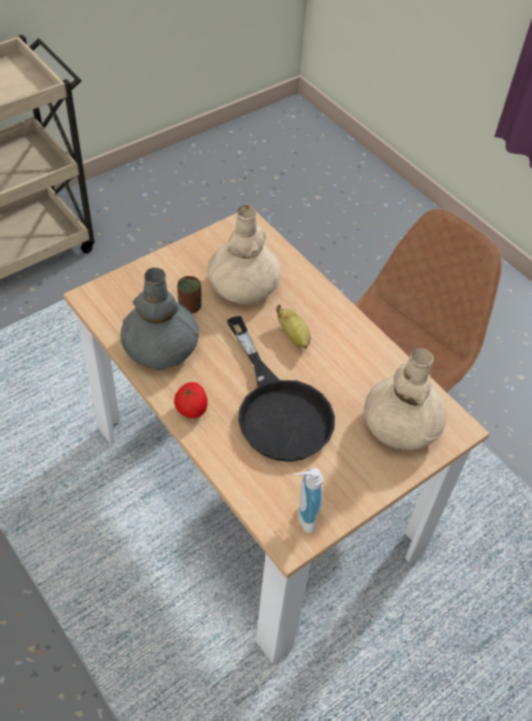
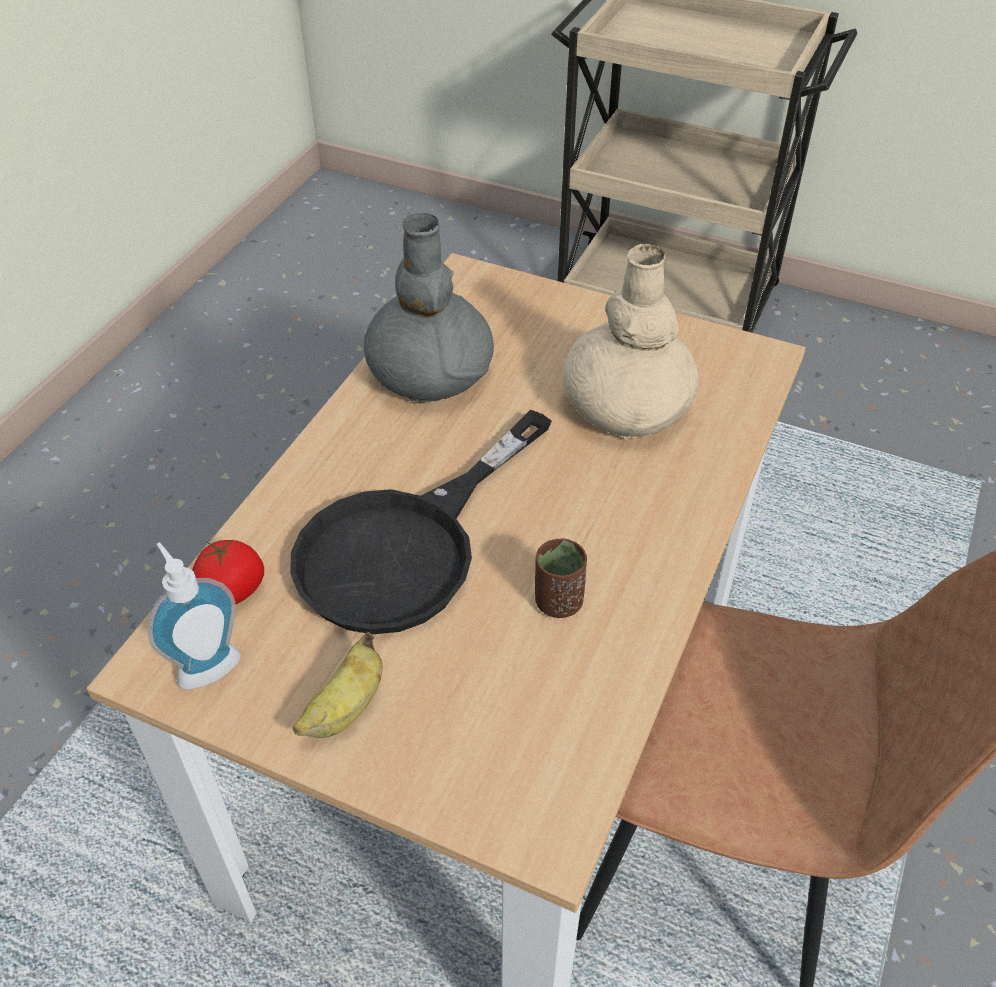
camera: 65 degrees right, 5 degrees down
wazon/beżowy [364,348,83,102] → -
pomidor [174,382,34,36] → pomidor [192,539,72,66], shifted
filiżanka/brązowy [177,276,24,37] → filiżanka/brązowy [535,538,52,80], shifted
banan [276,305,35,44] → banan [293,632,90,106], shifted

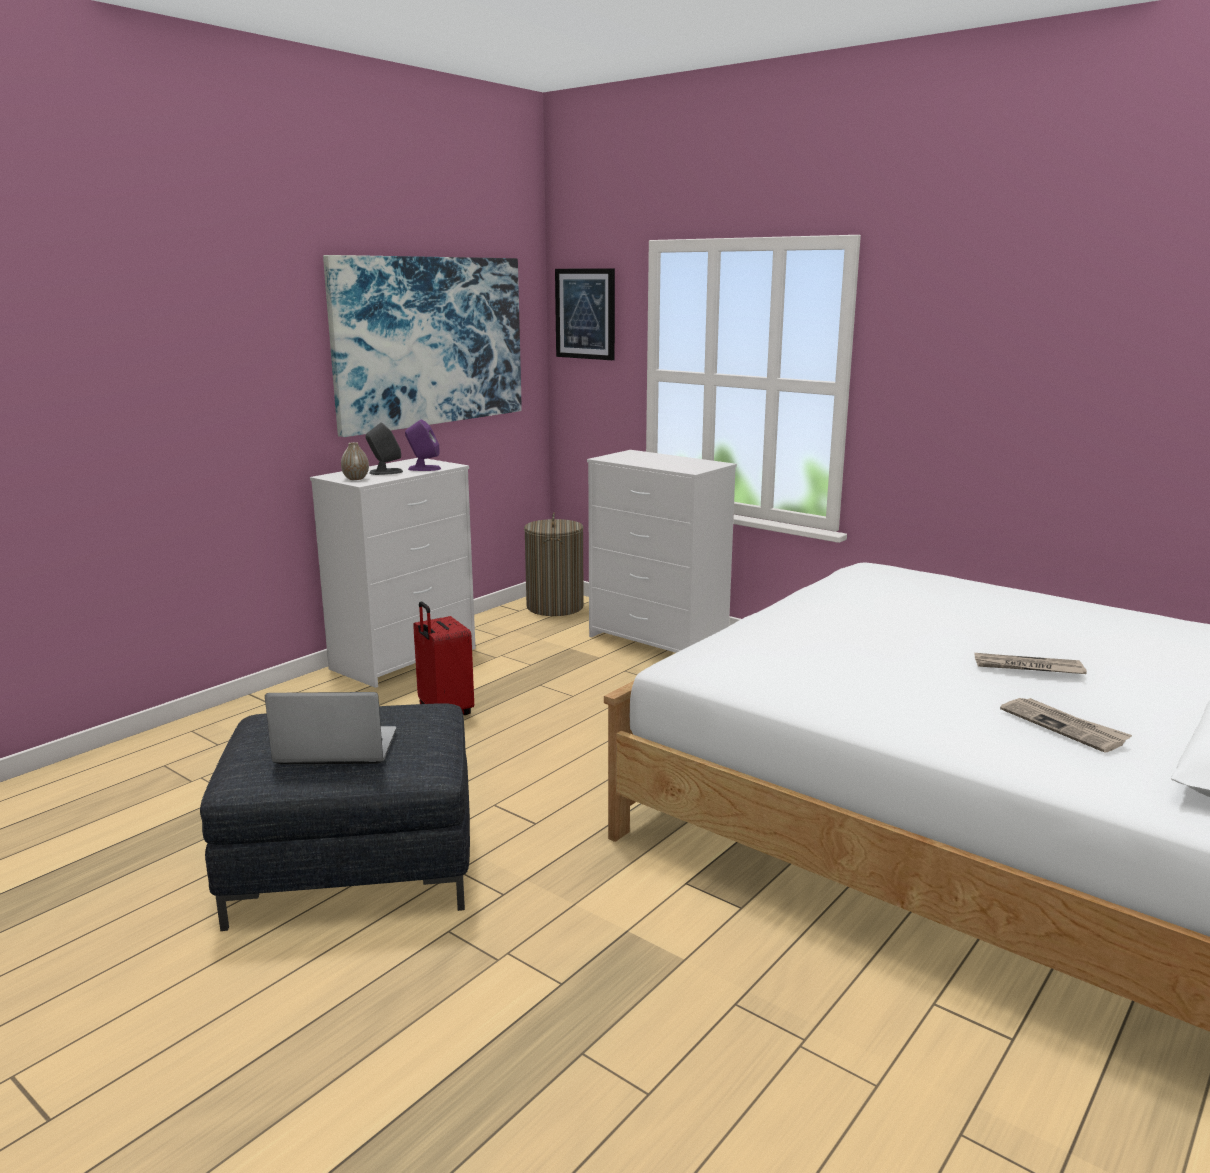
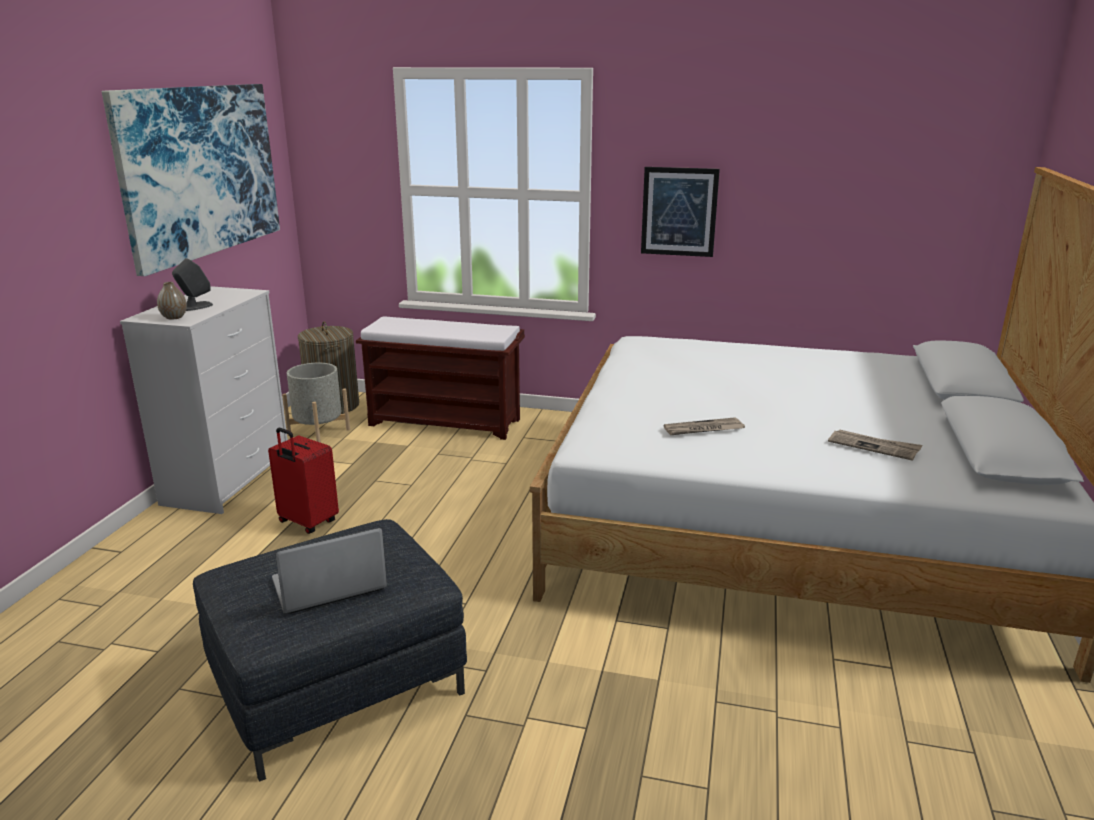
camera: 25 degrees left, 5 degrees up
głośnik/fioletowy [405,419,36,52] → -
- → donica/szary [282,363,68,80]
obraz [555,268,60,92] → obraz [641,167,79,90], shifted
gazeta [975,653,112,21] → gazeta [664,417,81,18], shifted
komoda/biały [587,450,150,203] → ławka/brązowy [356,316,169,124]

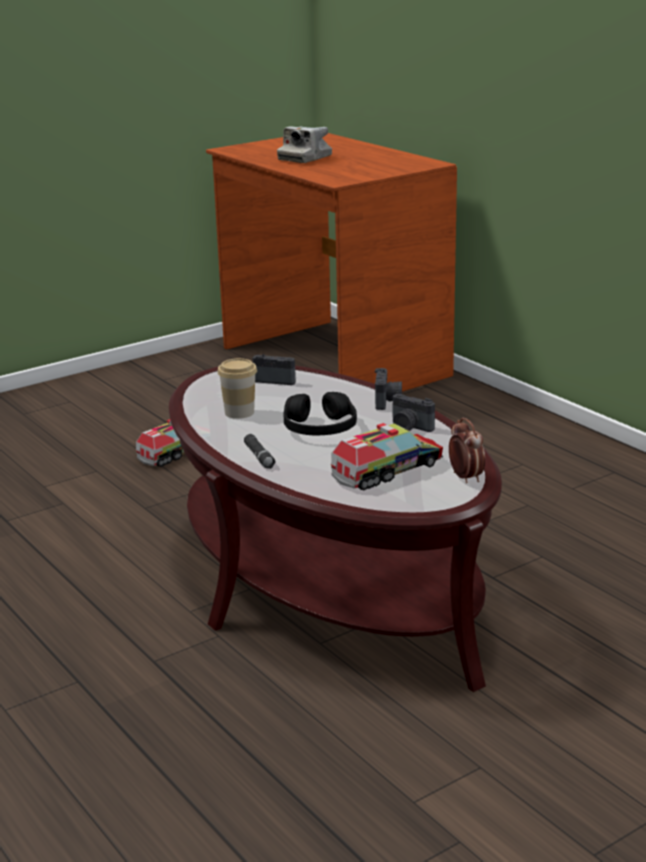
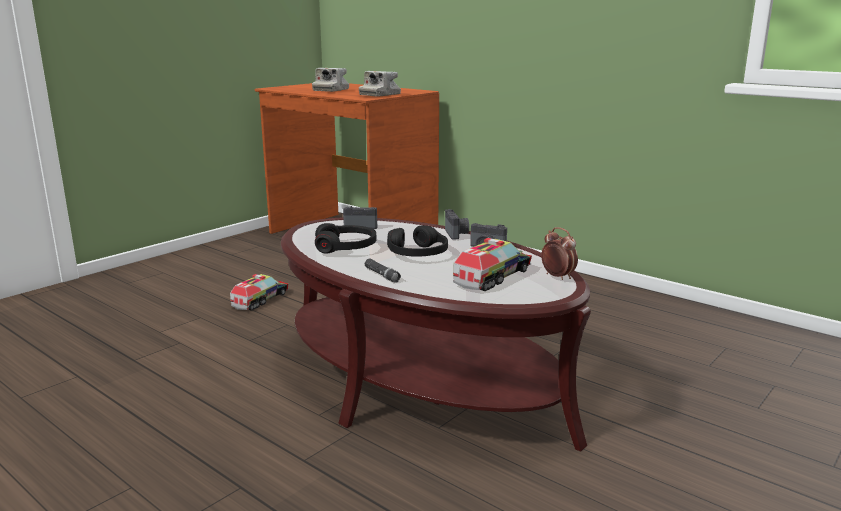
camera: 15 degrees left, 5 degrees down
- → aparat fotograficzny [359,71,42,26]
filiżanka [217,358,40,61] → słuchawki/czarny [315,223,61,31]

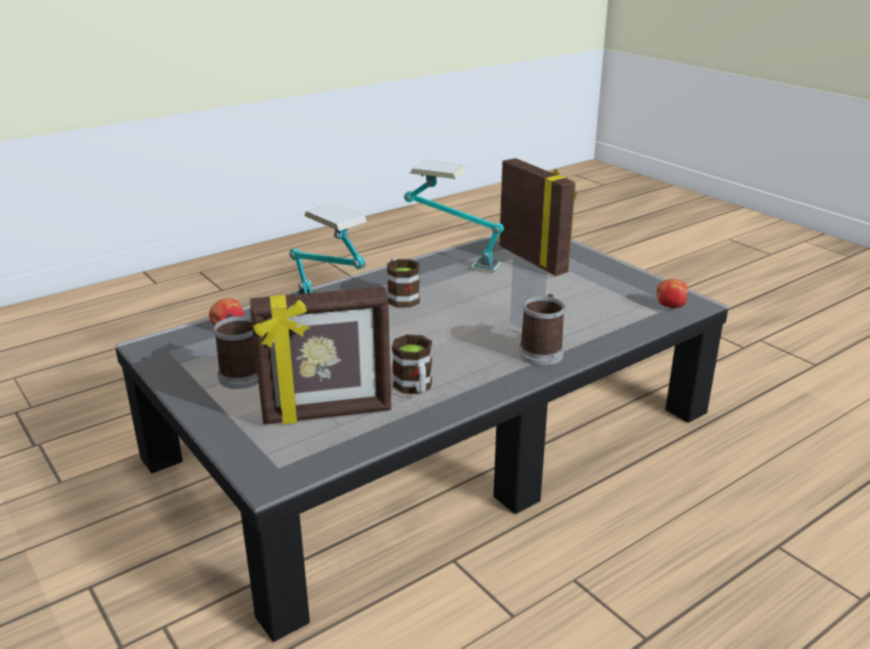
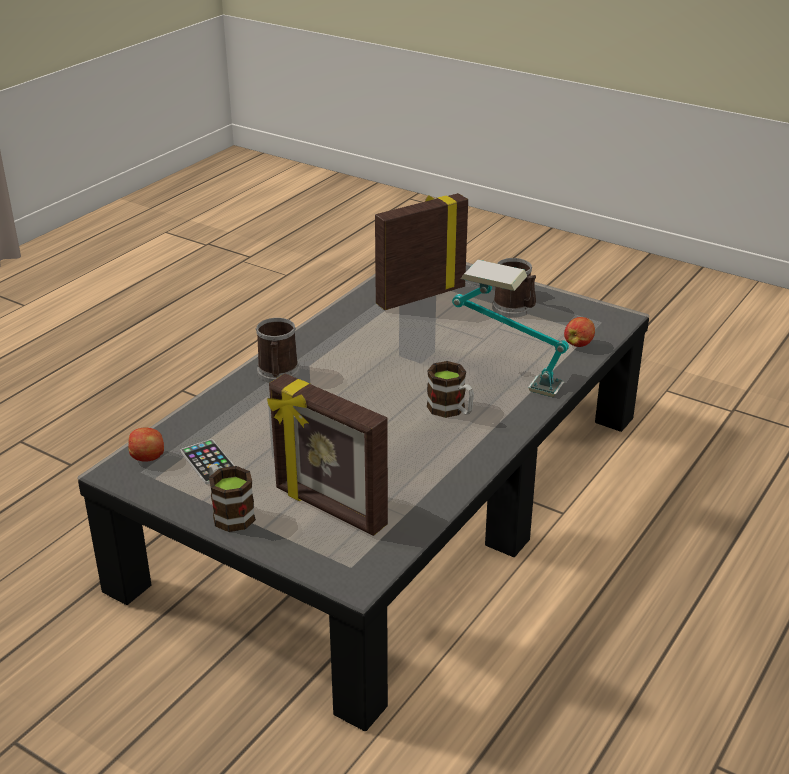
camera: 160 degrees right, 5 degrees up
lampa stołowa [404,160,100,113] → -
- → telefon [181,439,54,45]
kubek [392,335,40,59] → kubek [209,464,47,68], shifted

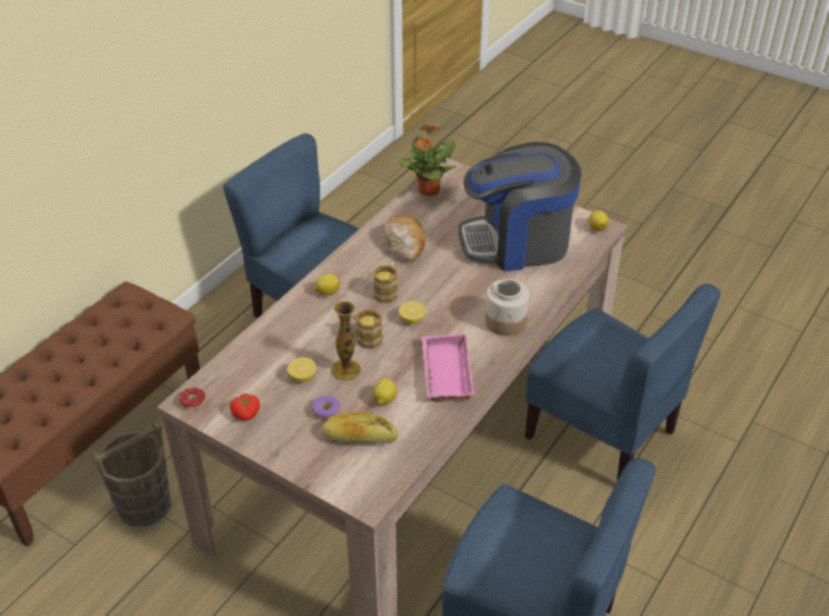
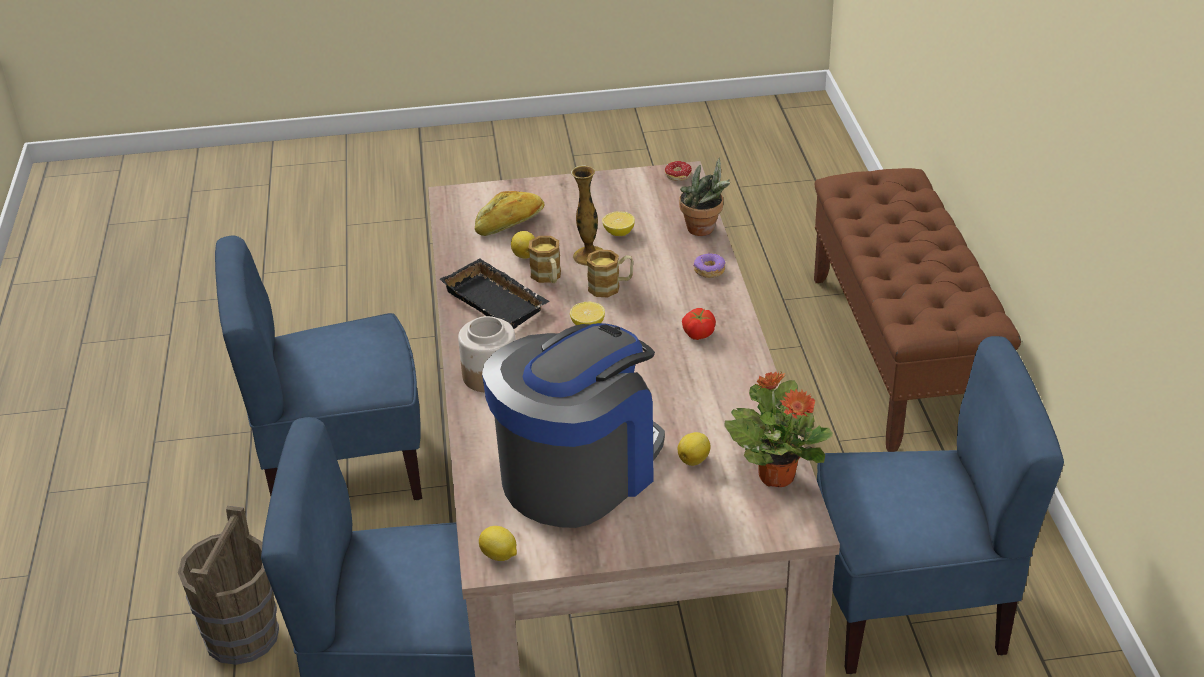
camera: 140 degrees right, 5 degrees down
chleb [381,215,44,47] → -
- → roślina doniczkowa [679,158,51,78]
wiadro/brązowy [91,419,80,107] → wiadro/brązowy [178,506,101,159], shifted
pomidor [230,394,30,26] → pomidor [682,308,34,32], shifted
donut [312,395,28,26] → donut [693,252,33,26], shifted
cytryna [314,274,26,22] → cytryna [678,432,32,34], shifted
kubek [373,262,25,41] → kubek [529,236,32,47], shifted
taca/różowy [422,334,52,68] → taca/czarny [439,258,111,71]

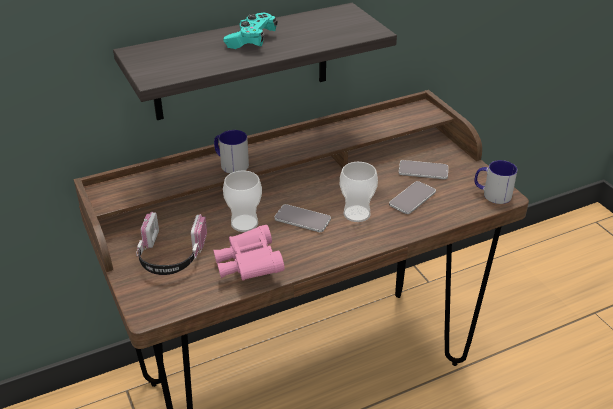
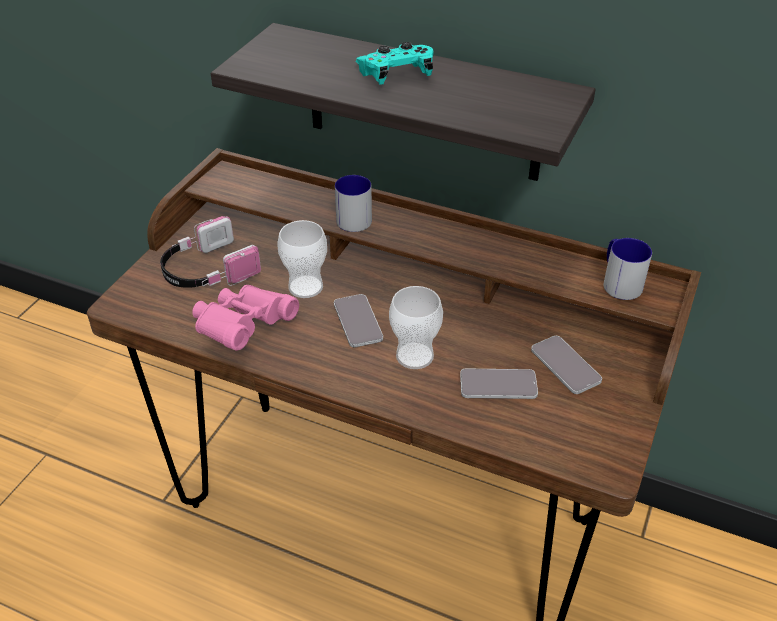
camera: 50 degrees right, 5 degrees up
kubek [474,160,43,44] → kubek [603,238,49,62], shifted

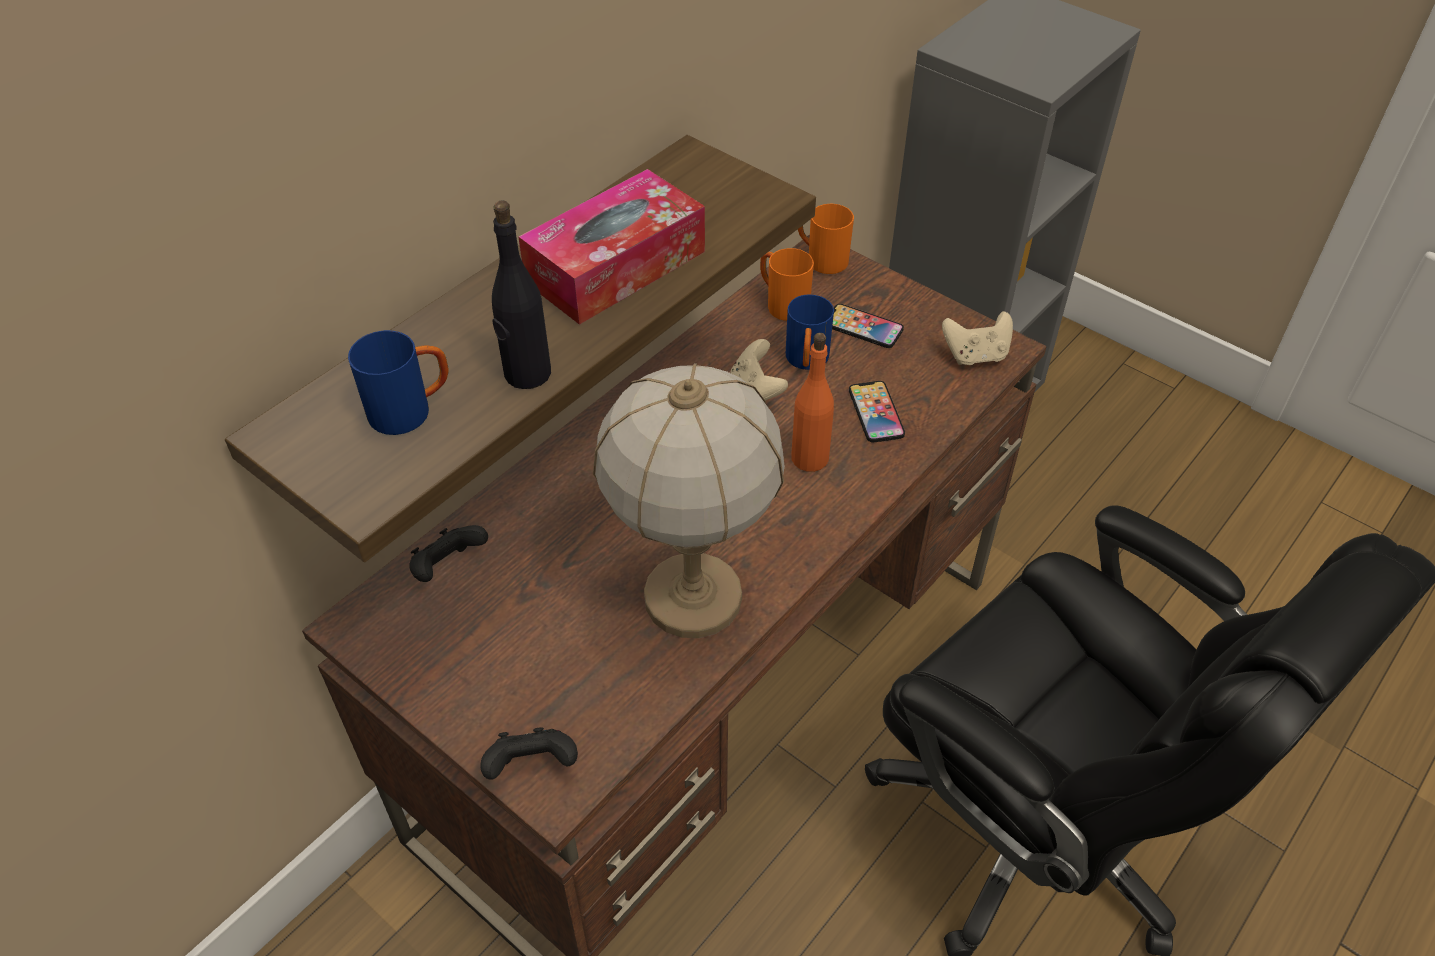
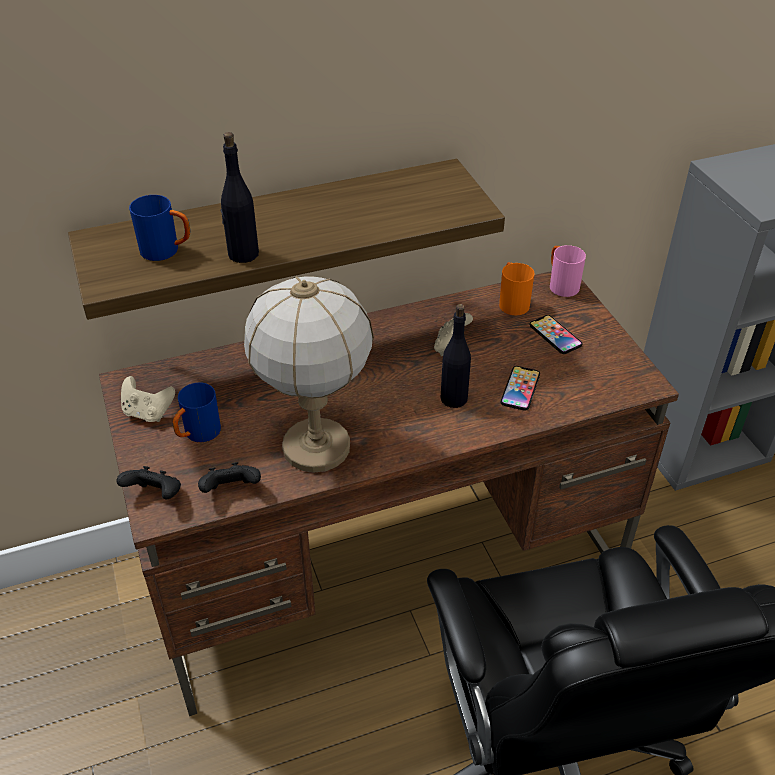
camera: 30 degrees right, 5 degrees down
pudełko chusteczek [518,169,187,156] → -
pad do gier/czarny [409,525,79,57] → pad do gier/czarny [198,462,63,31], shifted
kubek/niebieski [786,295,48,75] → kubek/niebieski [173,382,48,60], shifted
pad do gier/beżowy [942,311,71,54] → pad do gier/beżowy [121,376,54,46], shifted
butelka/pomarańczowy [791,333,43,139] → butelka/czarny [441,304,30,104]
kubek/pomarańczowy [798,204,56,70] → kubek/różowy [550,245,36,52]

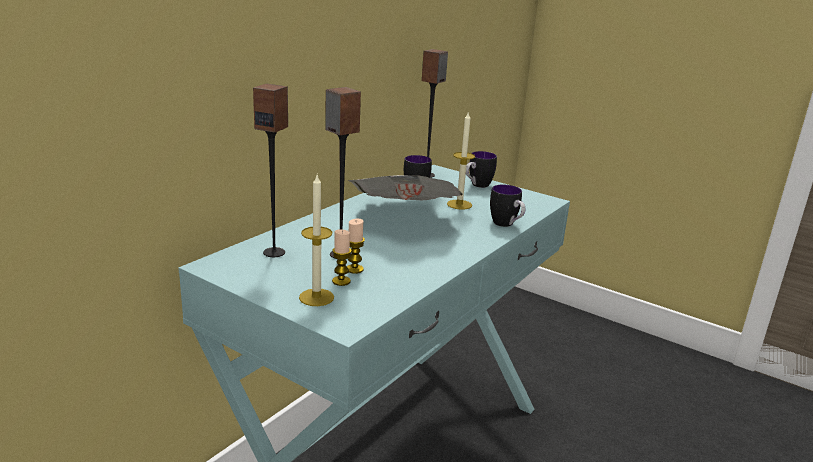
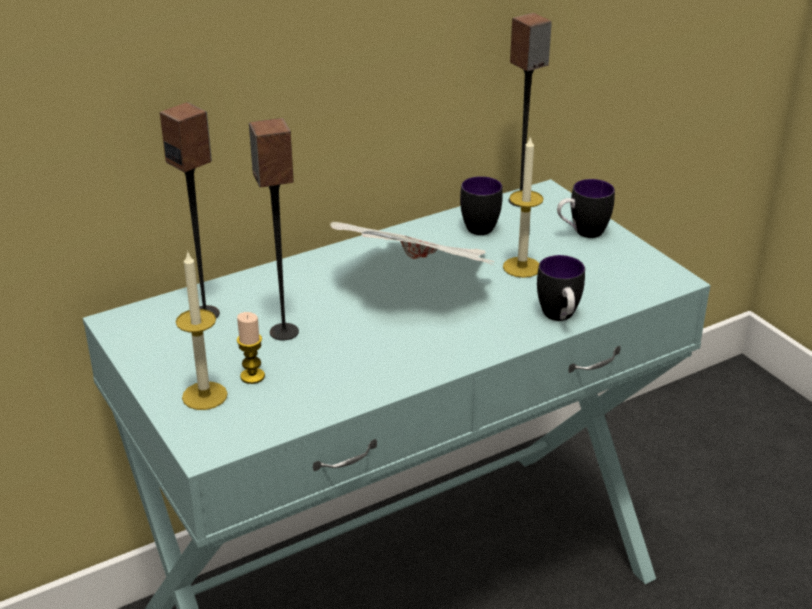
camera: 25 degrees right, 10 degrees up
świeca [347,219,18,55] → -

